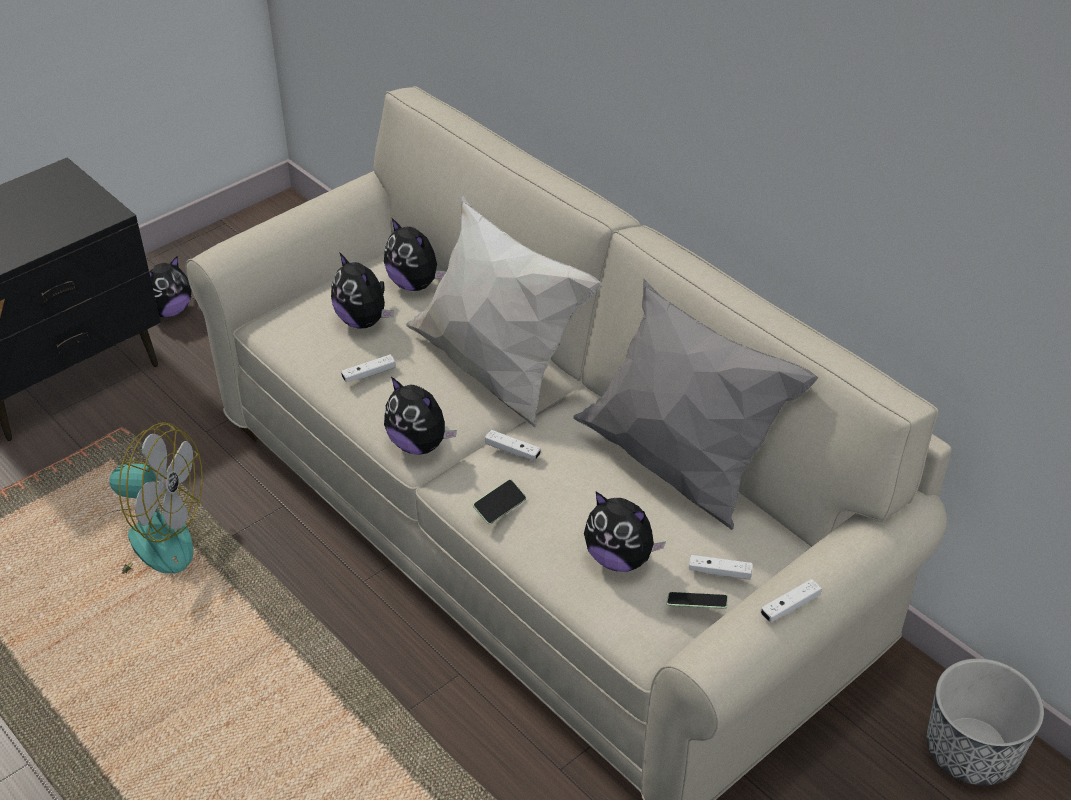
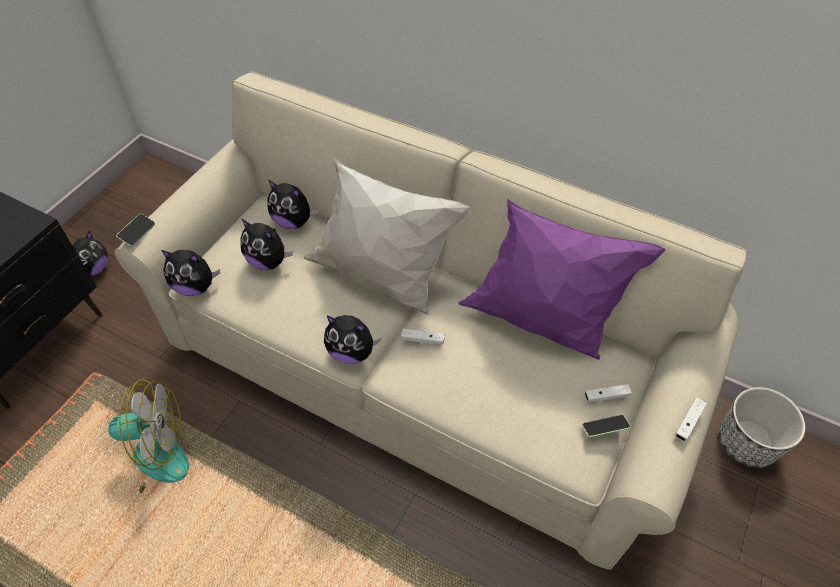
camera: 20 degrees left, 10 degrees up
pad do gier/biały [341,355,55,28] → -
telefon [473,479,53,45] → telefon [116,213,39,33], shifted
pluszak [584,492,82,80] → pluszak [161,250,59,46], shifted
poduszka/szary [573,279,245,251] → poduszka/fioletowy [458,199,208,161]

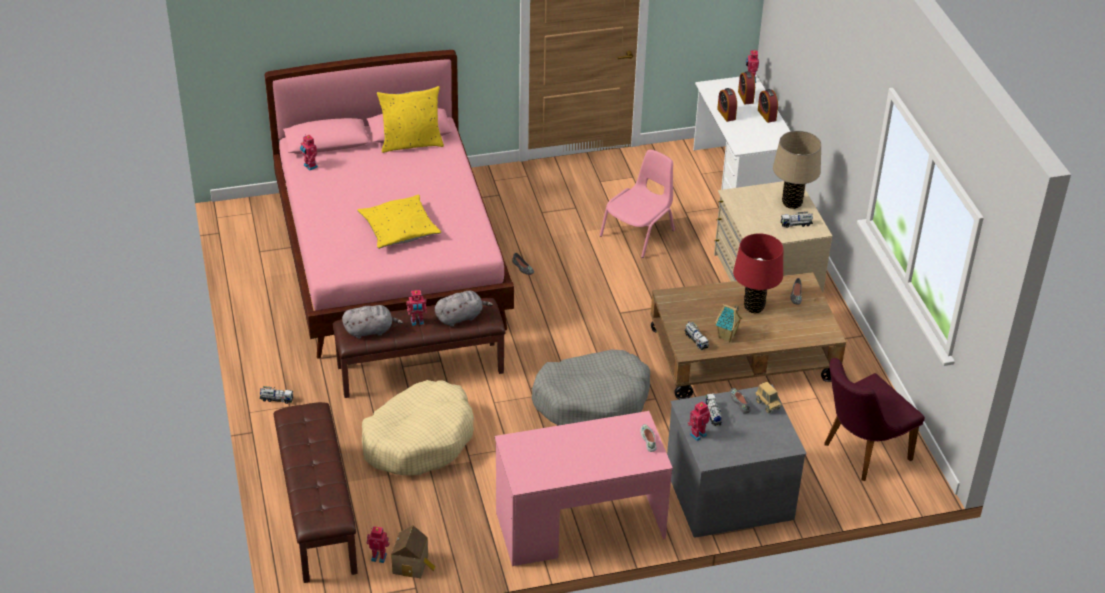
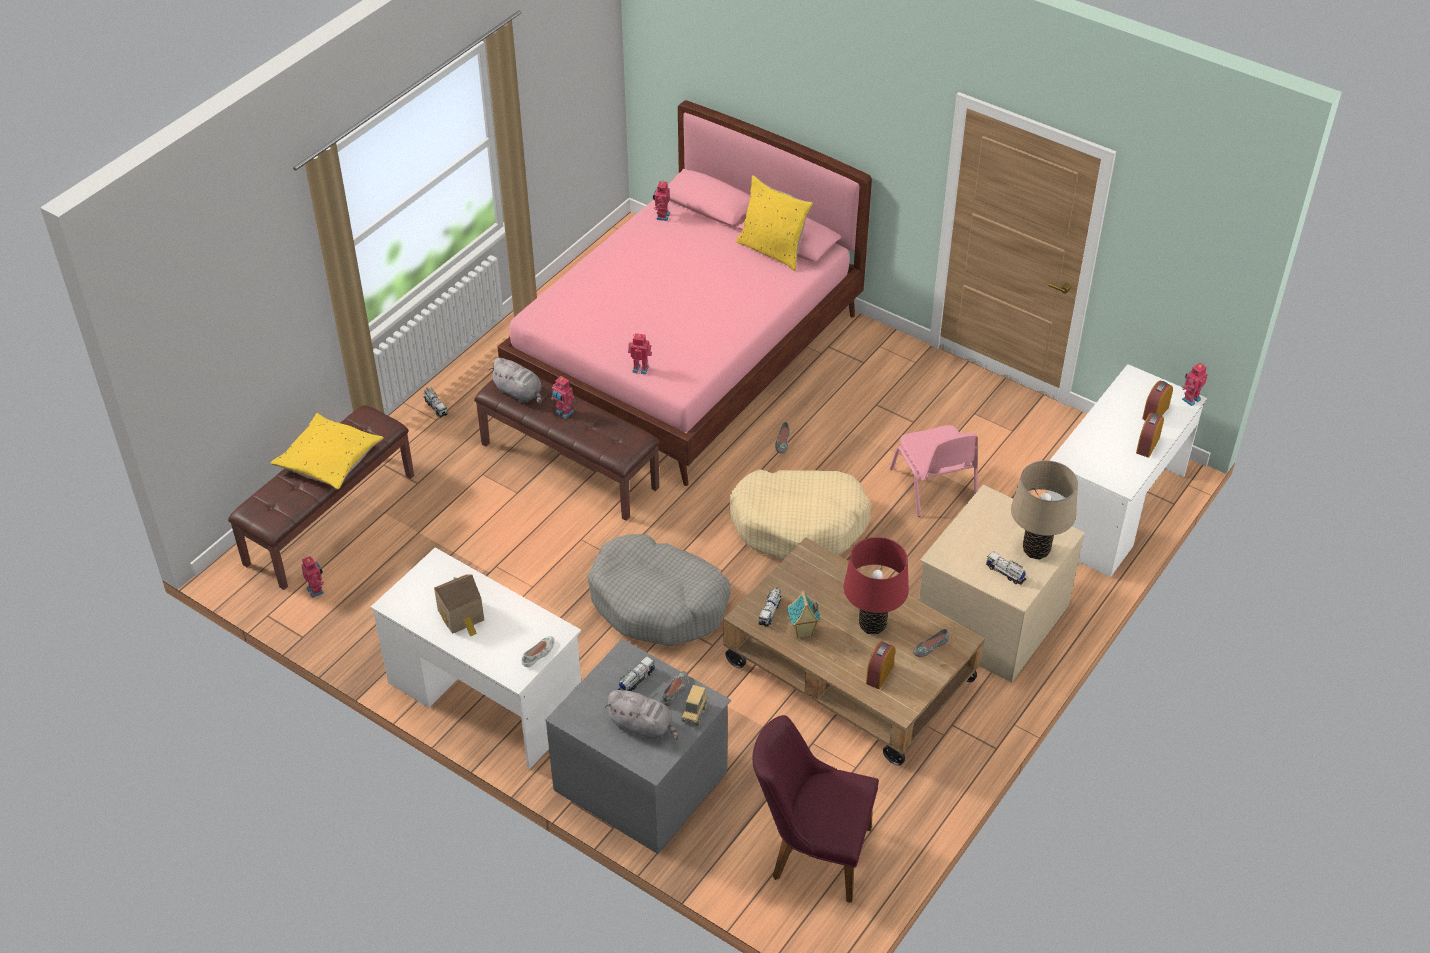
camera: 50 degrees right, 5 degrees up
poduszka/żółty [357,195,84,54] → poduszka/żółty [271,413,113,77], shifted
legowisko/beżowy [362,380,112,95] → legowisko/beżowy [729,469,143,91], shifted
domek [391,525,44,53] → domek [434,574,50,63], shifted
pluszak/szary [435,291,58,36] → pluszak/szary [605,690,73,50], shifted
robot zabawkowy [687,401,24,40] → robot zabawkowy [628,333,24,42], shifted
budzik [717,88,20,34] → budzik [866,641,29,48], shifted
biurko/różowy [495,411,178,155] → biurko/biały [371,548,210,222]
krzesło/różowy [600,150,75,108] → krzesło/różowy [890,425,88,92], 75 degrees clockwise

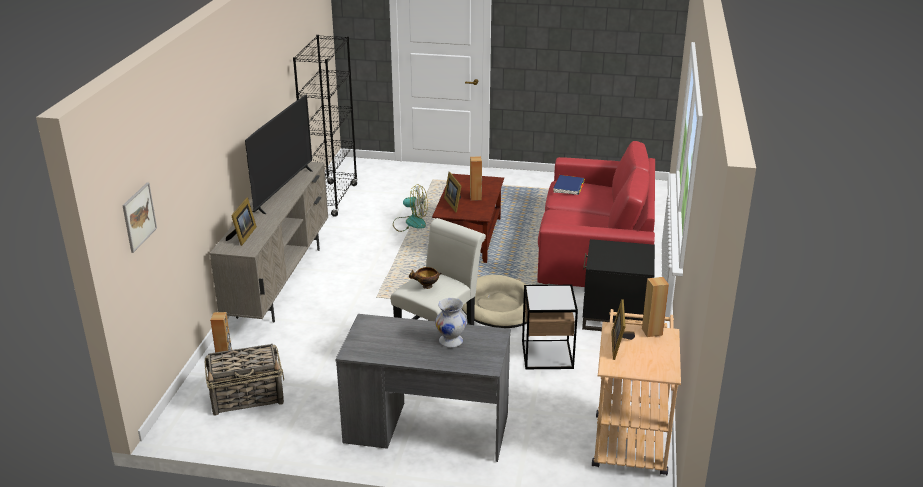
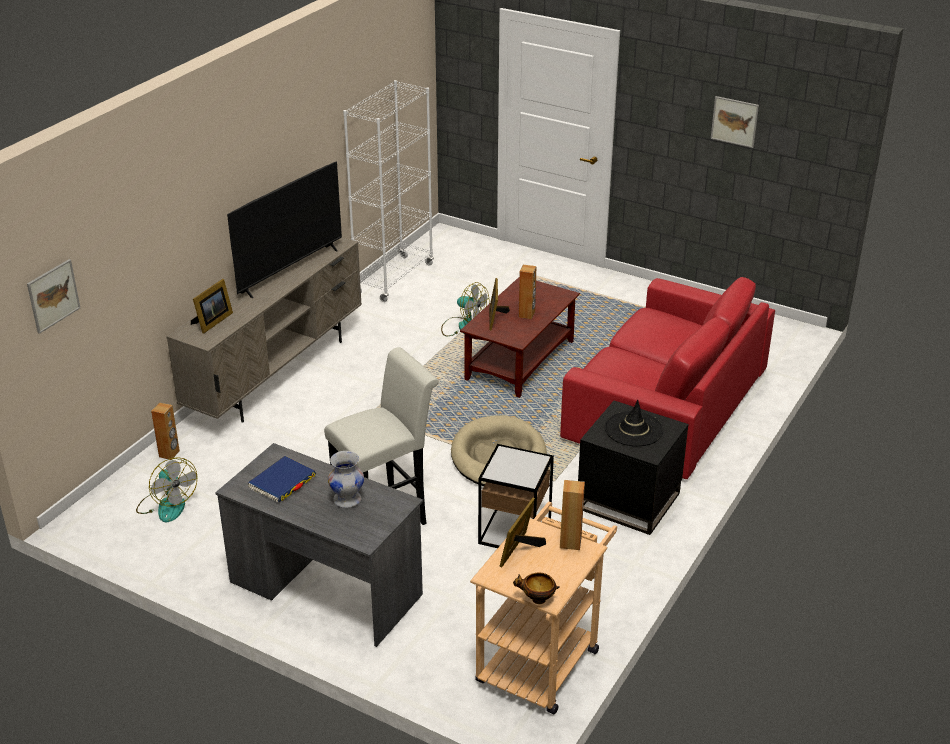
camera: 20 degrees right, 5 degrees up
- → kapelusz/czarny [605,400,58,46]
- → obraz [711,96,48,52]
miska [409,267,32,22] → miska [513,573,47,31], shifted
książka/niebieski [553,175,32,20] → książka/niebieski [248,456,68,47], shifted
koszyk [205,344,79,72] → wentylator [136,457,62,65]
regał/czarny [293,35,65,182] → regał/biały [343,80,91,222]

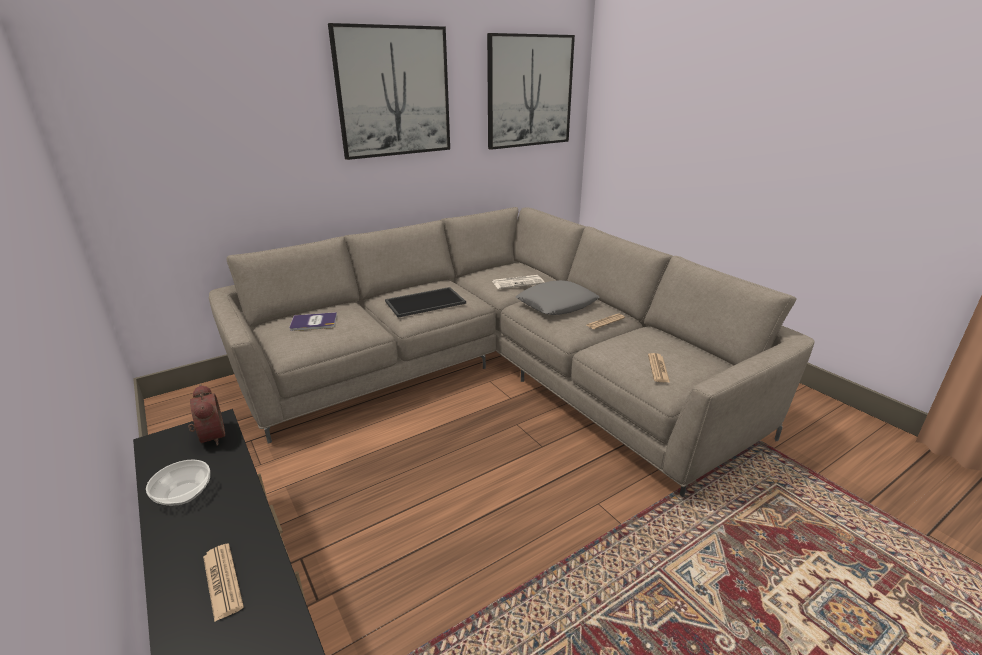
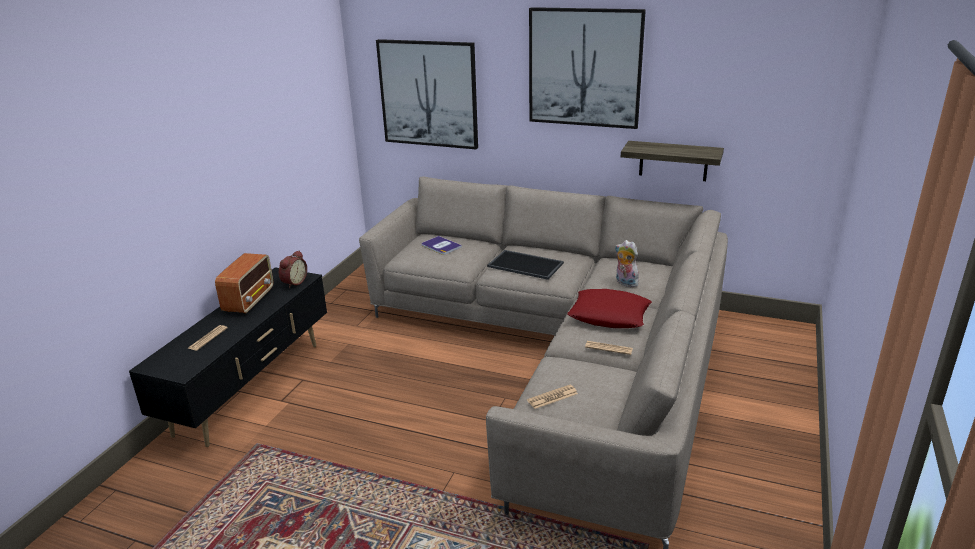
camera: 55 degrees right, 0 degrees up
- → półka [621,141,103,40]
obraz [487,33,88,117] → obraz [376,39,102,110], shifted
miska [146,460,64,46] → radio [215,253,58,61]
gazeta [492,275,53,14] → pluszak [615,240,24,48]
poduszka/szary [516,280,83,35] → poduszka/czerwony [567,289,85,39]

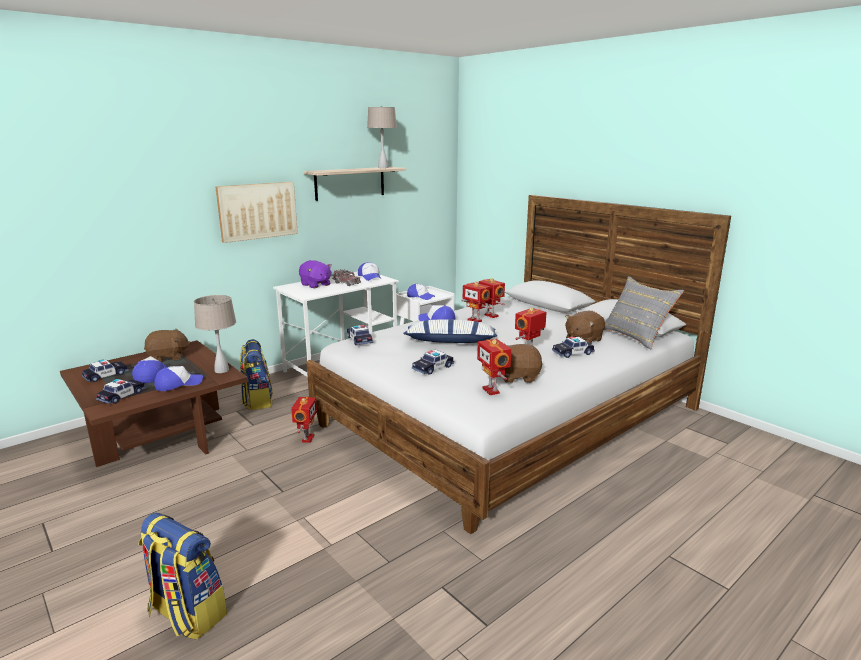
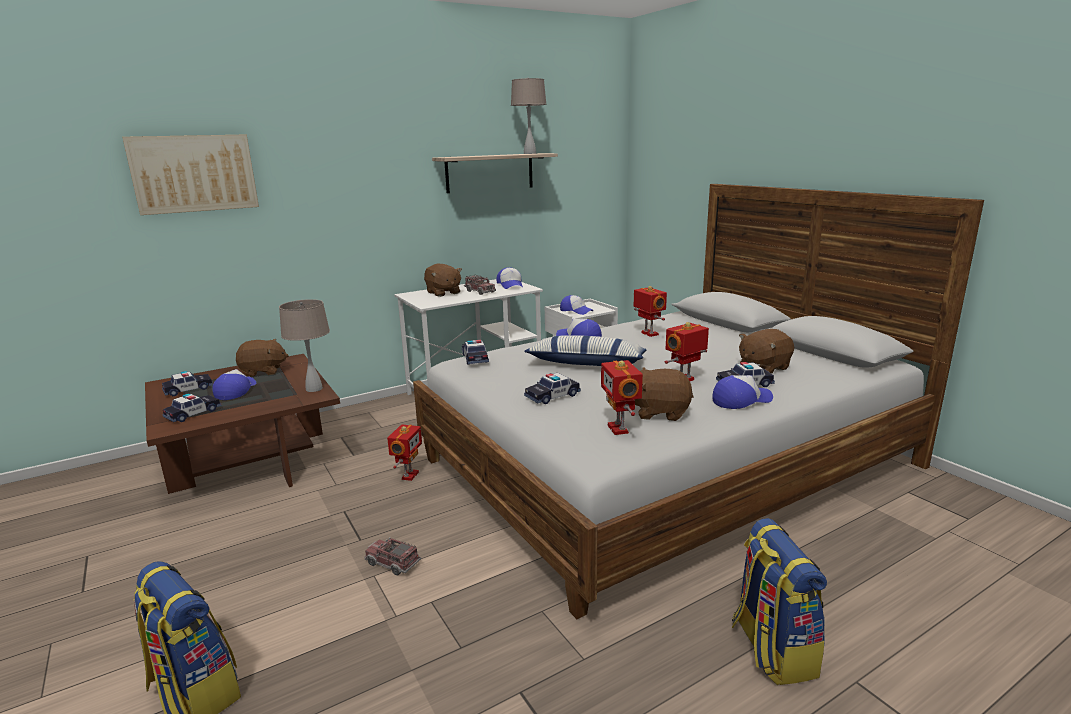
camera: 10 degrees right, 0 degrees up
robot zabawkowy [461,282,31,40] → -
poduszka/szary [604,276,80,74] → -
- → ciężarówka zabawkowa [365,537,56,39]
czapka z daszkiem [154,366,49,25] → czapka z daszkiem [713,375,60,34], shifted
obraz [216,182,82,61] → obraz [122,134,137,81], shifted
plecak [240,339,33,71] → plecak [732,518,95,168], shifted
pluszak/fioletowy [299,260,33,28] → pluszak/brązowy [424,264,38,33]

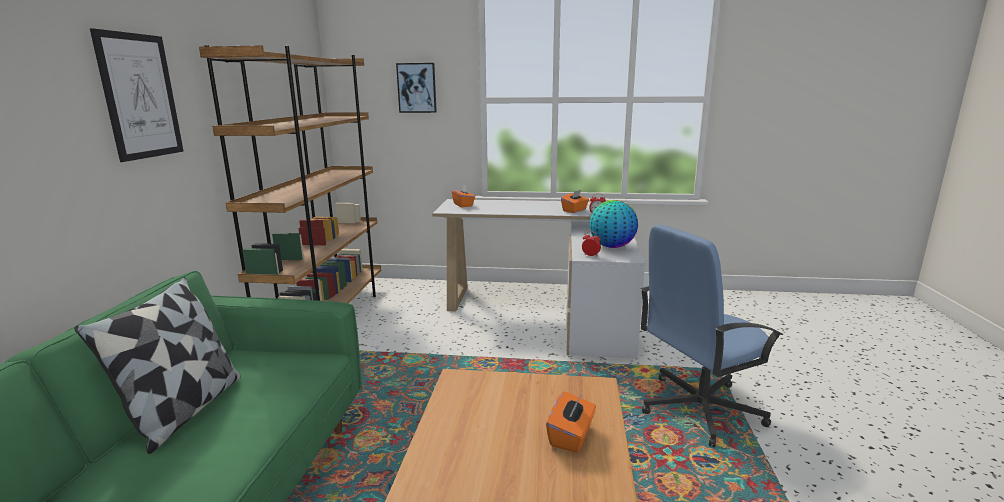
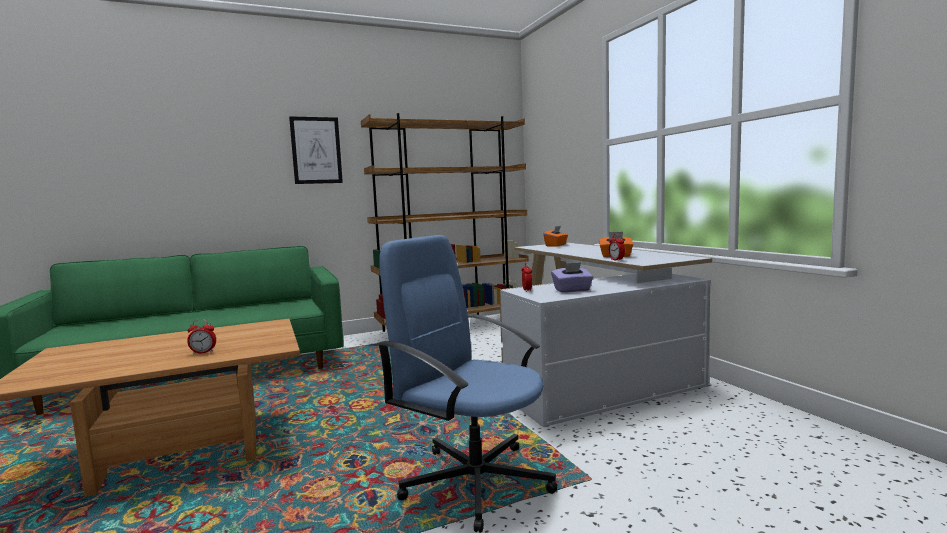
camera: 60 degrees right, 10 degrees down
poduszka [74,277,167,177] → -
obraz [396,63,41,50] → -
pudełko chusteczek/pomarańczowy [546,391,50,62] → budzik [187,319,29,35]
globus [589,200,49,48] → pudełko chusteczek/fioletowy [551,262,42,31]

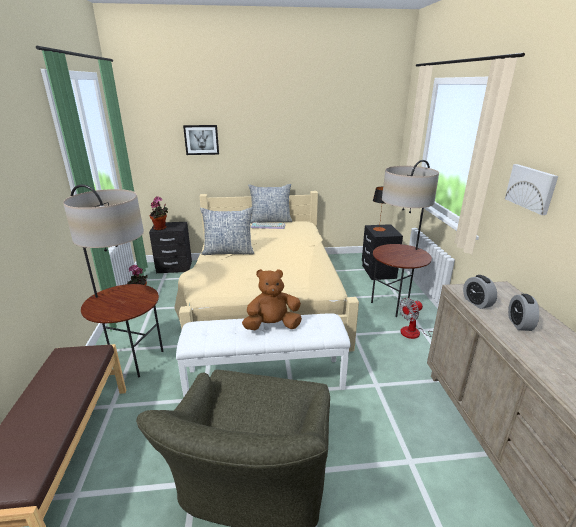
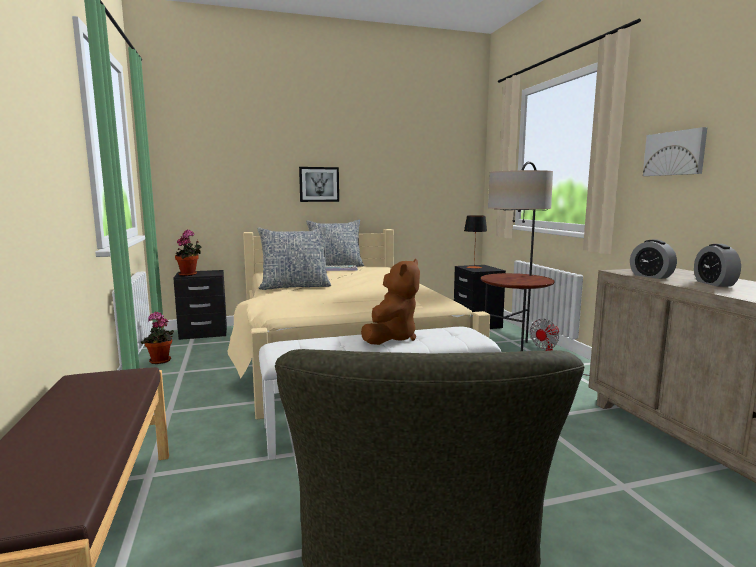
camera: 10 degrees left, 15 degrees down
lampa stojąca [63,184,100,194] → -
obraz [183,125,36,30] → obraz [299,167,40,35], shifted
pluszak/brązowy [242,269,60,61] → pluszak/brązowy [361,259,59,86], 135 degrees clockwise

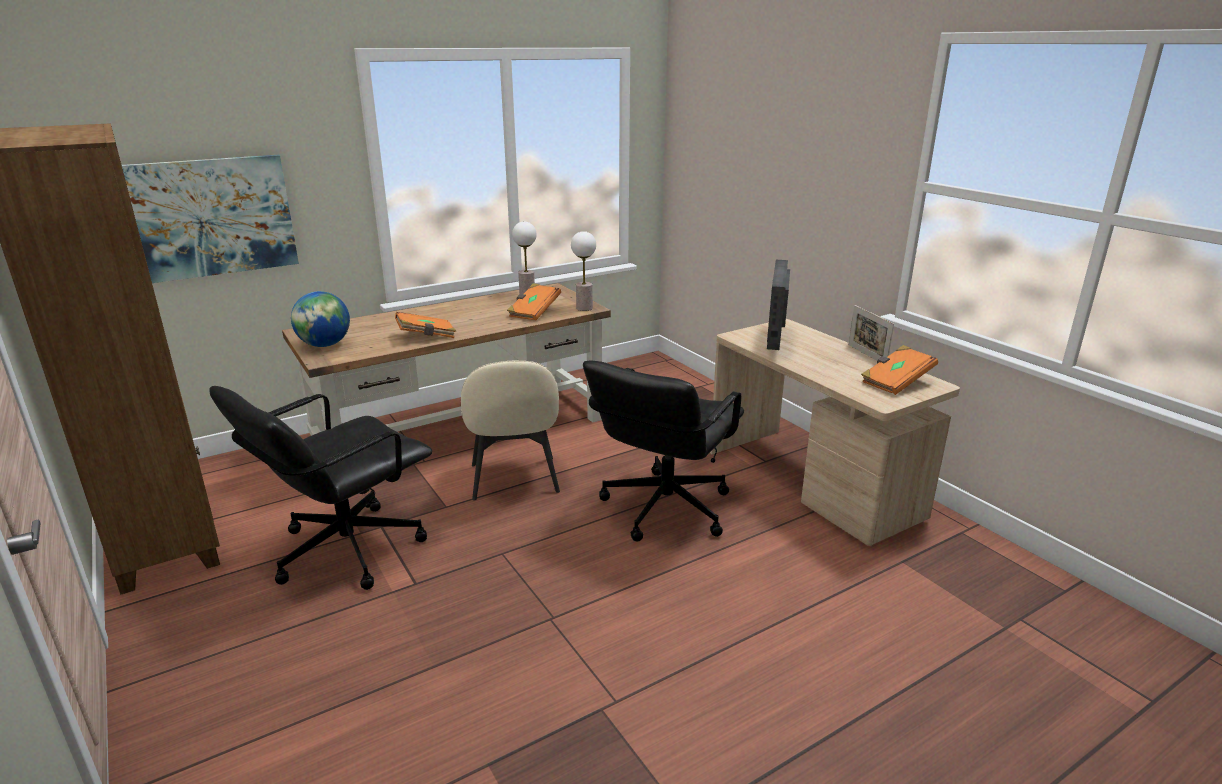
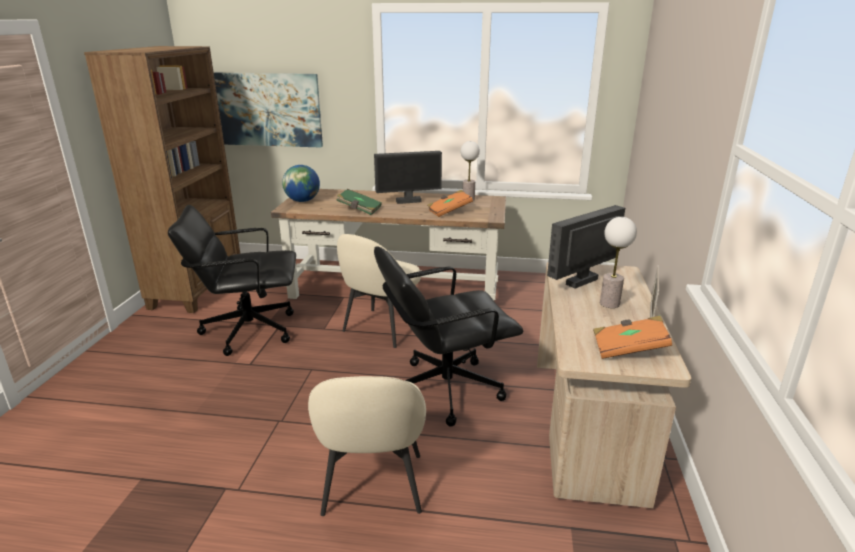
camera: 40 degrees right, 0 degrees up
- → krzesło/beżowy [308,376,118,140]
- → monitor [374,151,68,53]
lampa stołowa [571,231,25,80] → lampa stołowa [600,217,37,91], shifted
książka/pomarańczowy [395,312,61,26] → książka/zielony [336,189,46,26]

